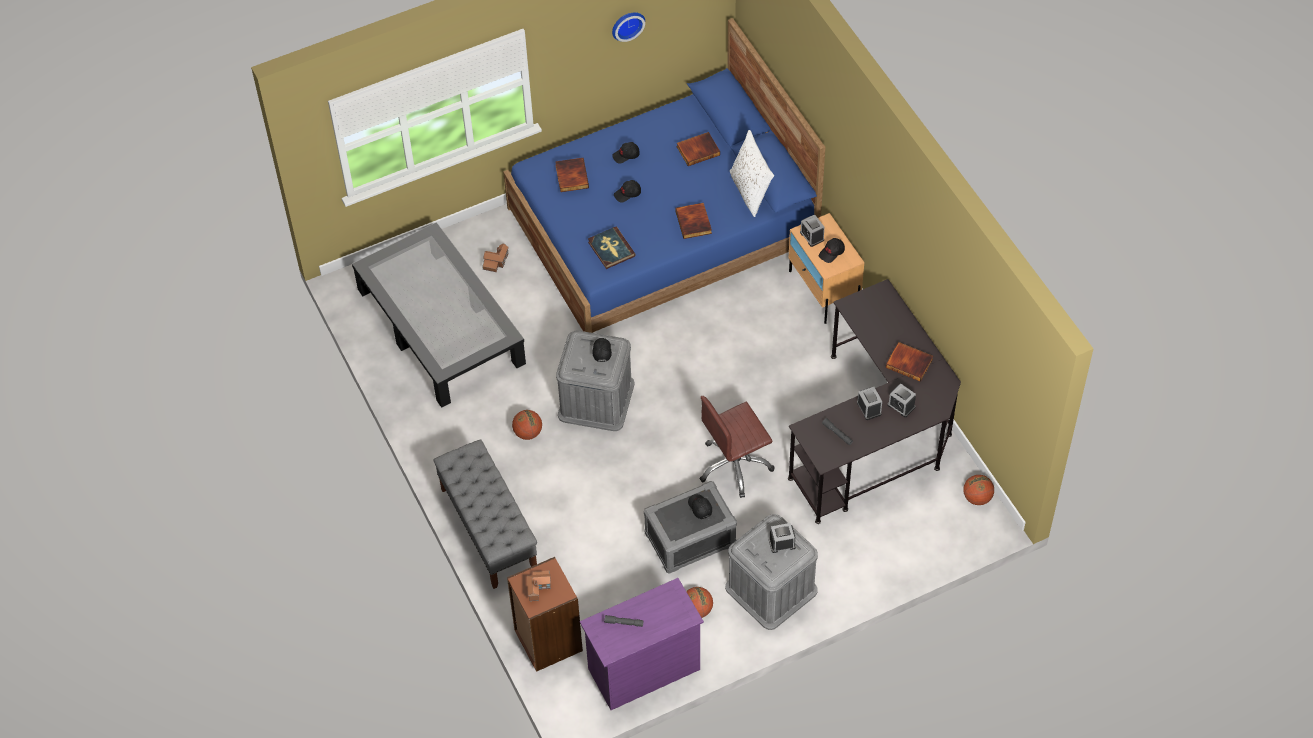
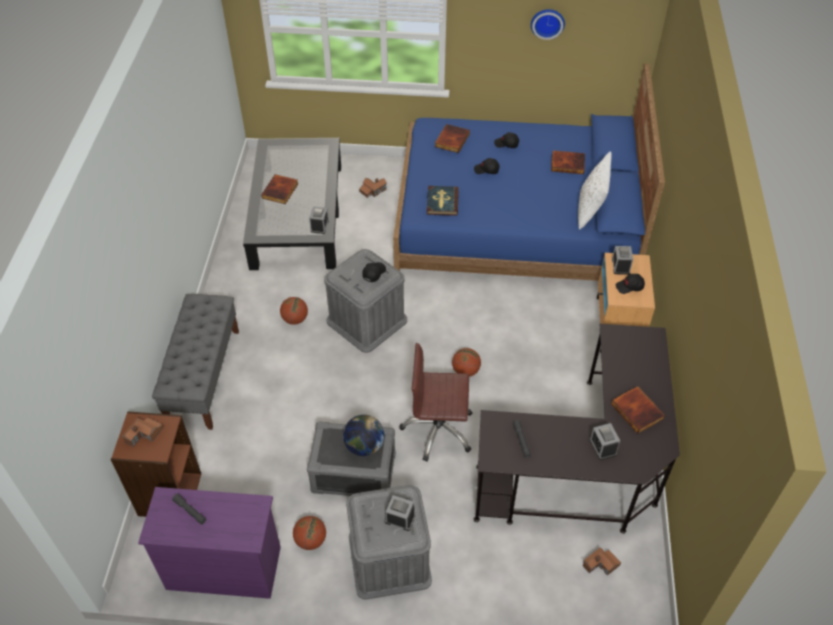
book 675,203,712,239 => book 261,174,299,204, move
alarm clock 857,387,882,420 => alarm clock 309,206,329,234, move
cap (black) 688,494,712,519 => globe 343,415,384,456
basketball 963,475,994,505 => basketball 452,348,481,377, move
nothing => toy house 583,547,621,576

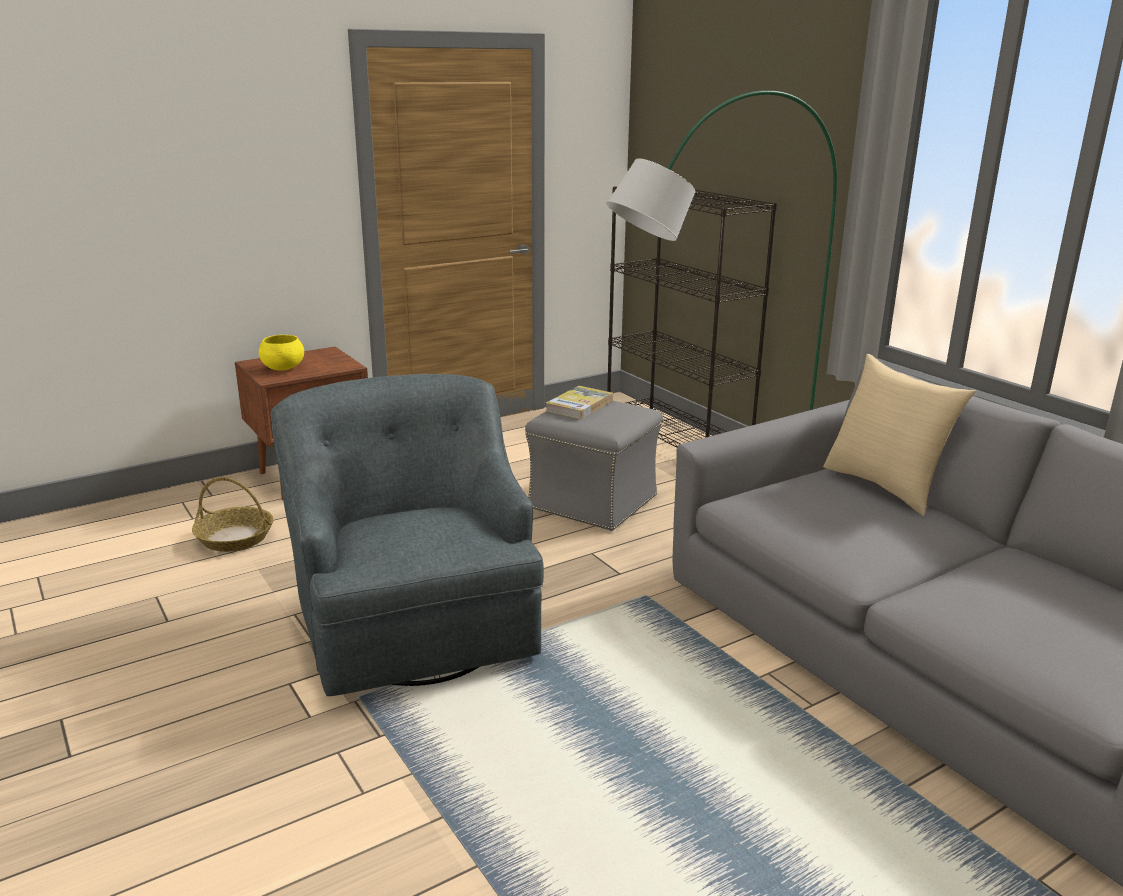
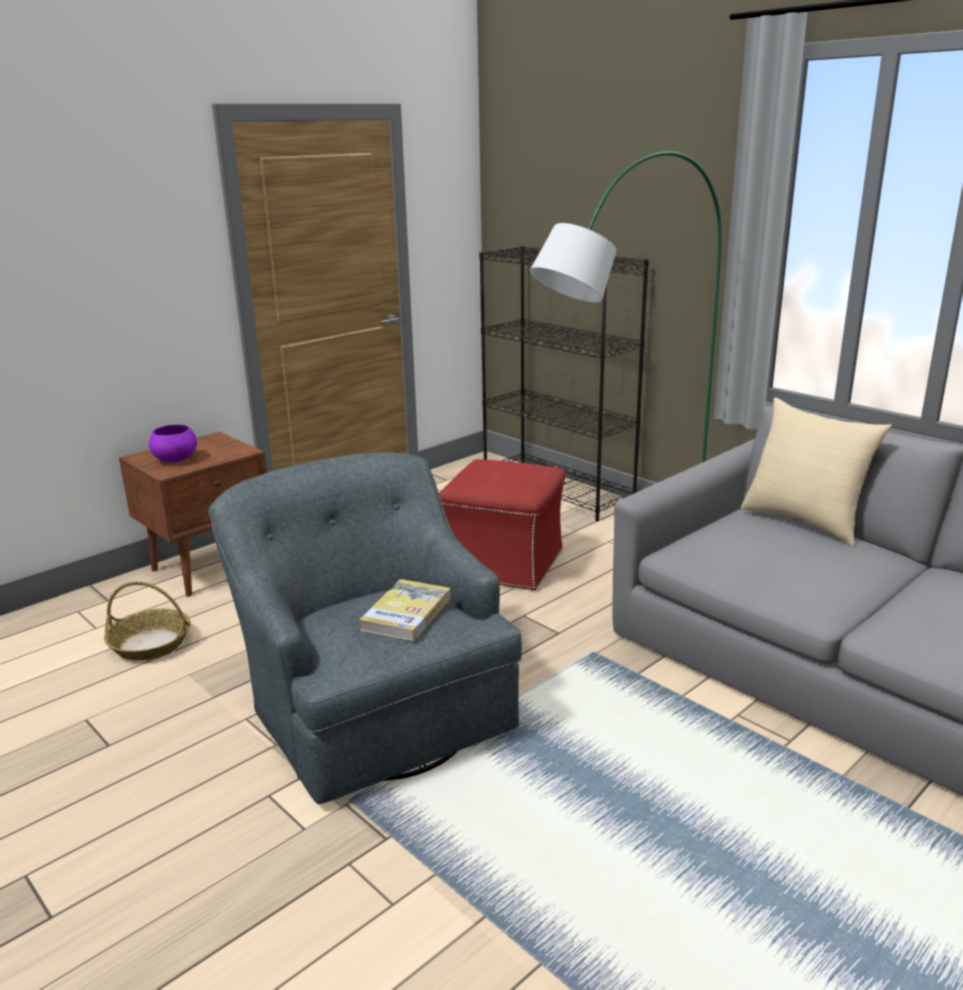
bowl (yellow) 259,335,304,371 => bowl (purple) 149,425,197,463
book 546,386,613,419 => book 360,579,451,641, move
ottoman (grey) 525,401,663,531 => ottoman (red) 439,459,566,591

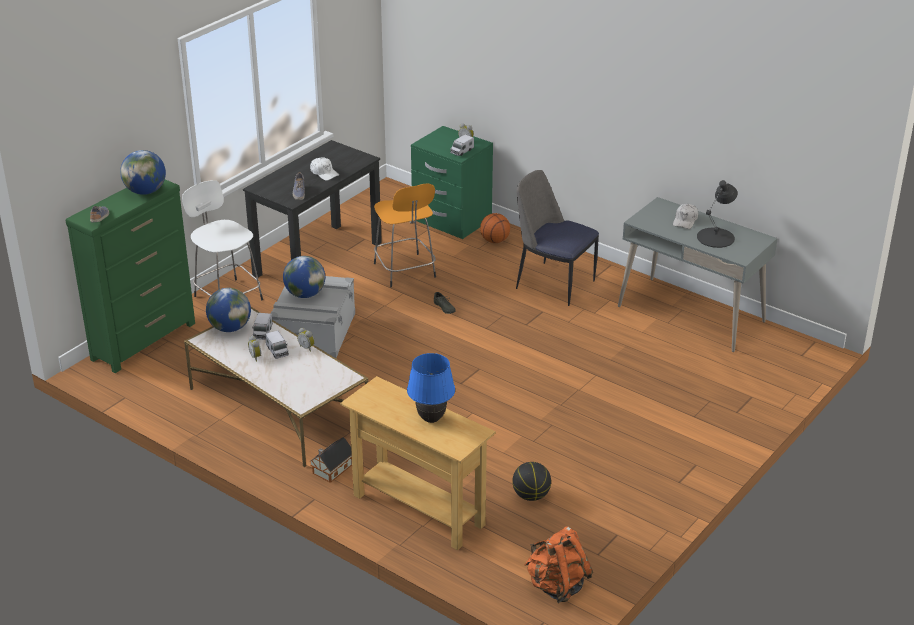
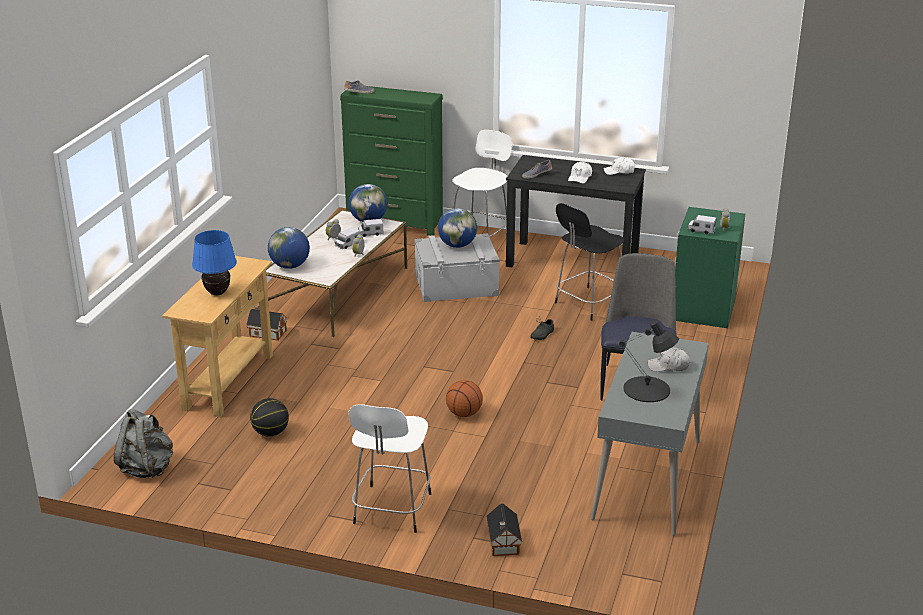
backpack (orange) 525,526,593,603 => backpack (grey) 114,409,173,478
globe 120,150,166,195 => globe 268,227,310,269, move
nothing => stool (white) 349,404,431,533
basketball 480,213,510,243 => basketball 446,380,483,417, move
nothing => toy house 486,504,522,556
stool (orange) 374,183,436,287 => stool (black) 555,203,625,321
nothing => cap (white) 603,157,635,175

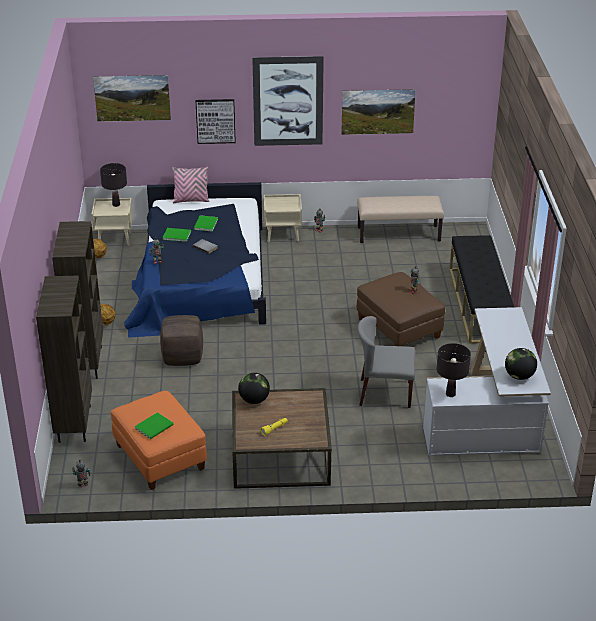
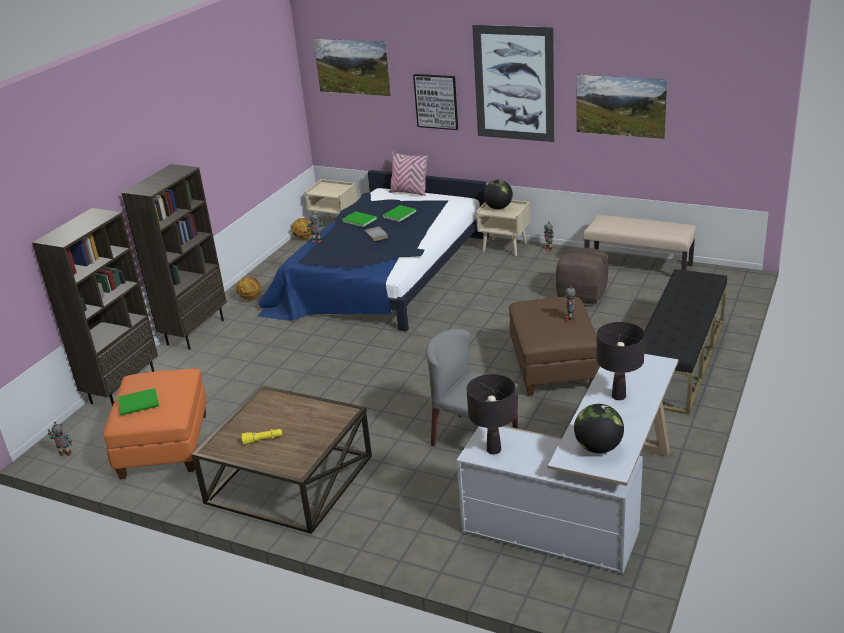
globe 238,373,270,404 => globe 483,180,513,209, move
ottoman (brown) 160,315,203,366 => ottoman (brown) 556,247,608,304, move
table lamp (black) 100,163,127,207 => table lamp (black) 596,322,645,400, move

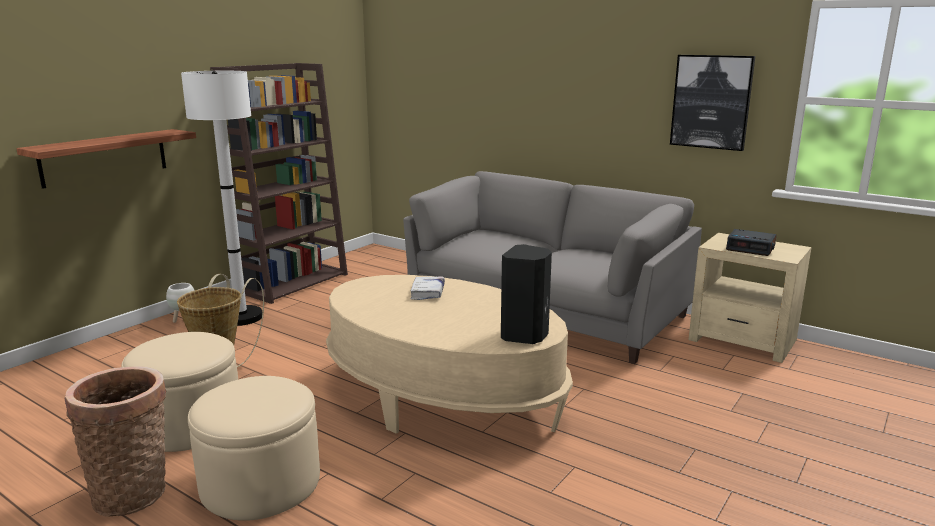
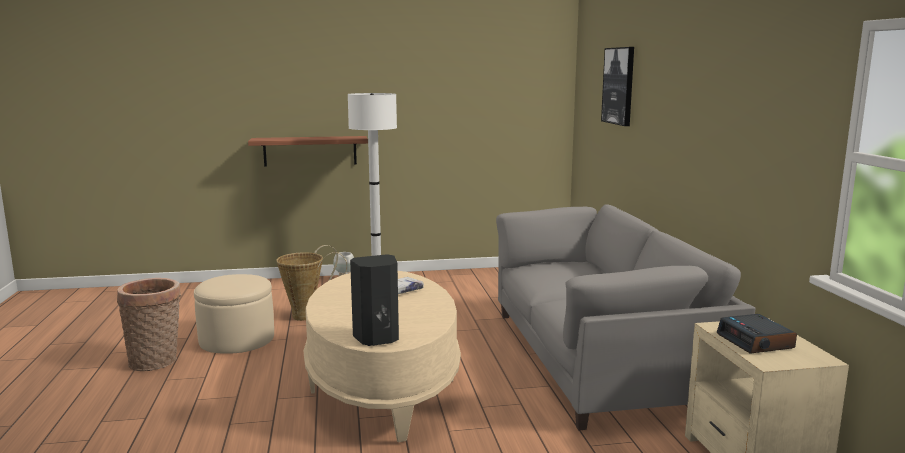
picture 670,55,755,151 => picture 601,47,634,126, move
ottoman (beige) 188,376,320,521 => nothing
bookcase (brown) 210,63,348,304 => nothing

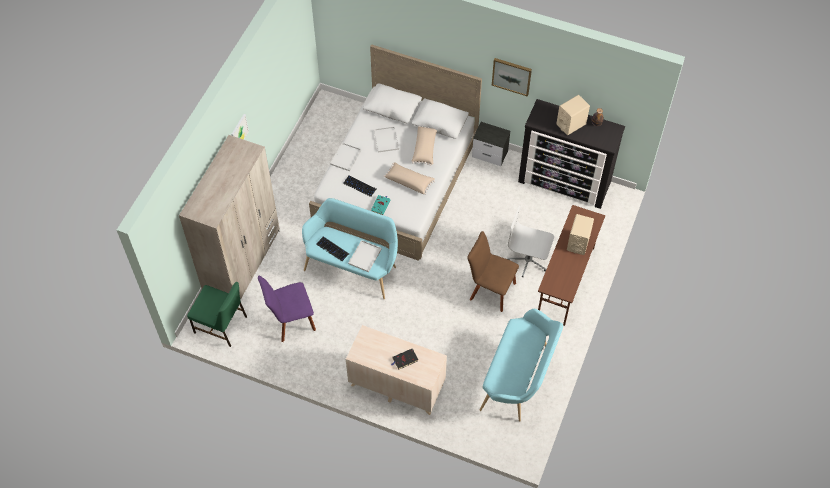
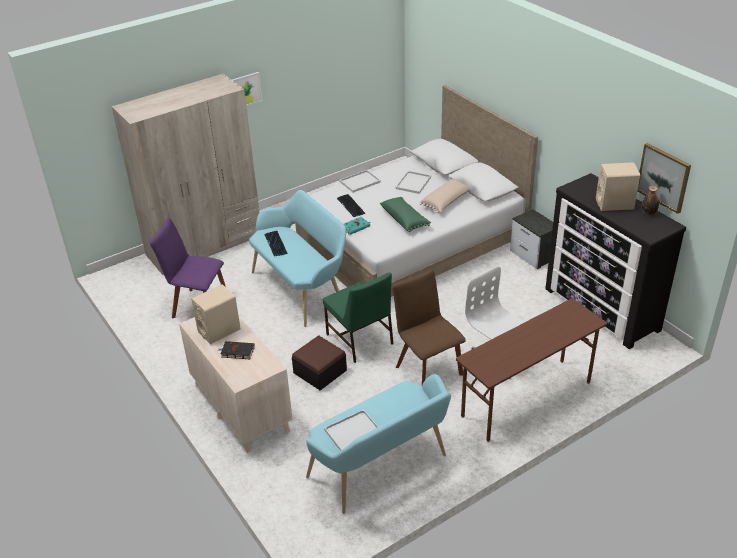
speaker (beige) 567,214,594,255 => speaker (beige) 191,284,241,344, move
nothing => ottoman 292,336,347,390
chair (green) 187,282,247,347 => chair (green) 323,273,393,363, move
tray (white) 348,240,382,272 => tray (white) 324,409,378,451, move
pillow (beige) 383,162,435,195 => pillow (green) 380,197,431,232
picture 492,58,532,97 => picture 637,143,691,214, move

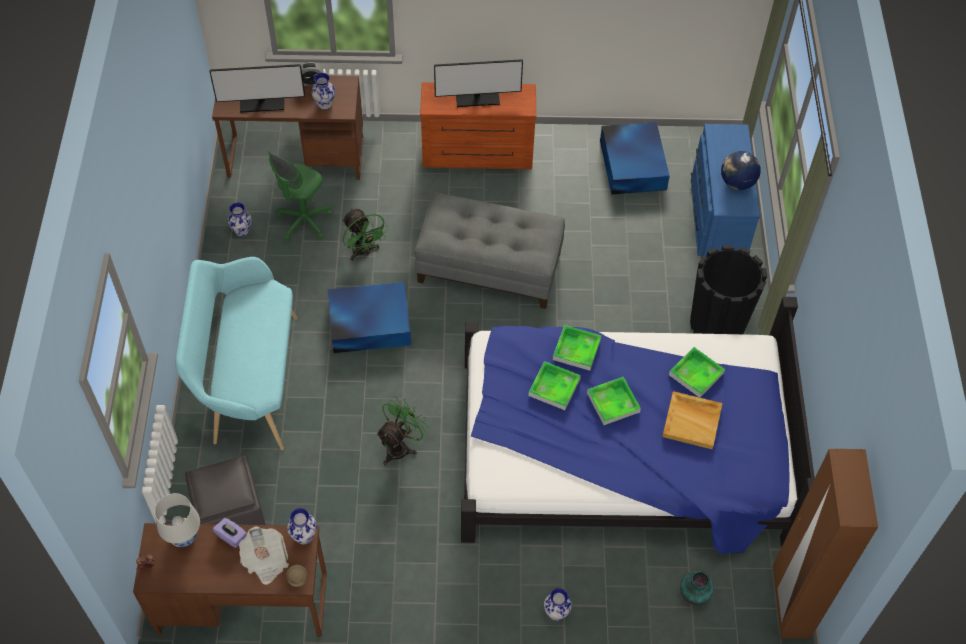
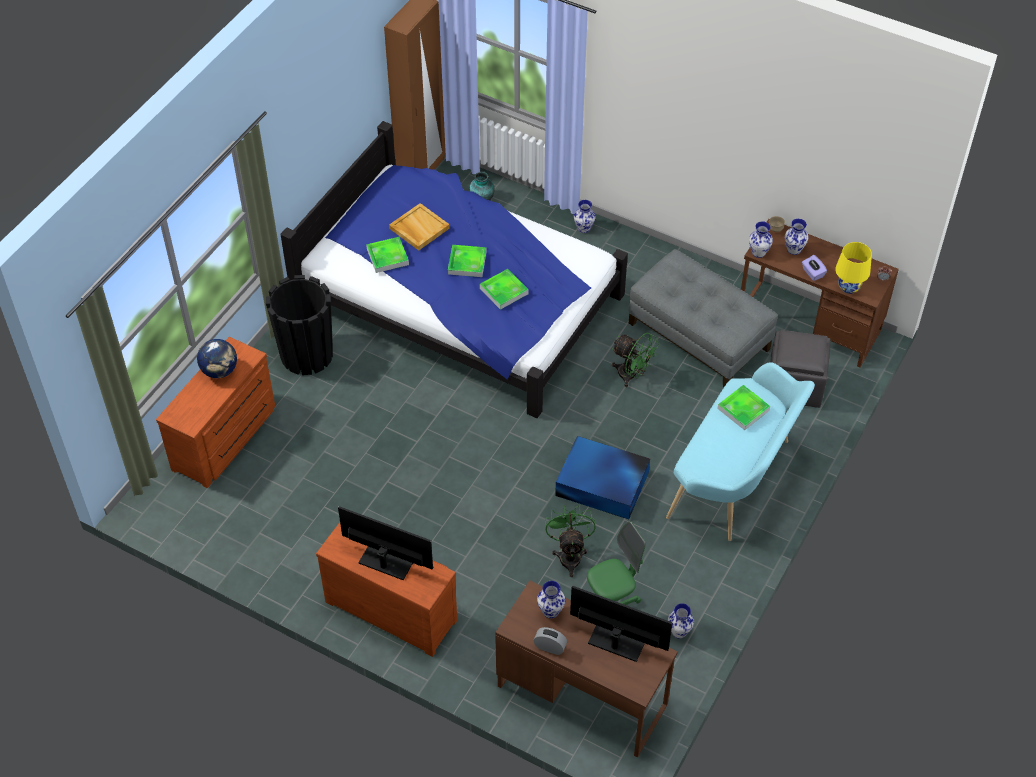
dresser (blue) 691,124,760,258 => dresser (brown) 156,337,275,488
fan (green) 376,396,429,466 => fan (green) 612,333,659,387, 120 degrees counterclockwise
ottoman (grey) 415,192,565,309 => ottoman (grey) 628,249,778,387, move
tray 553,325,602,371 => tray 718,385,770,430, move
newspaper 239,526,289,585 => vase 785,219,809,255
table lamp (white) 154,493,200,547 => table lamp (yellow) 835,242,872,294
storage box (blue) 600,122,670,195 => nothing

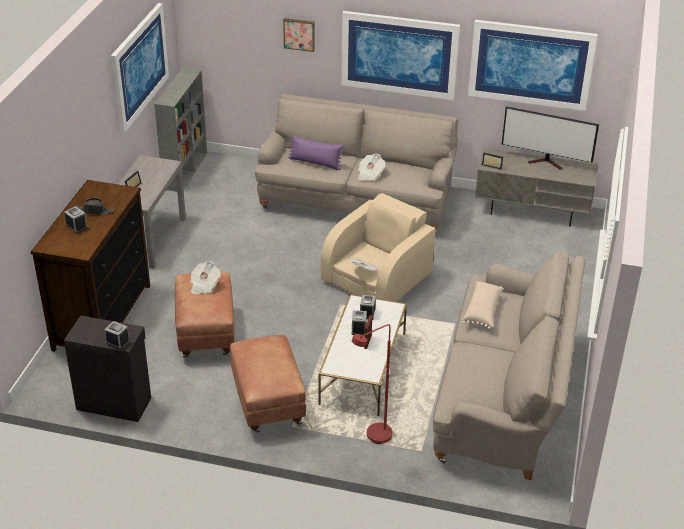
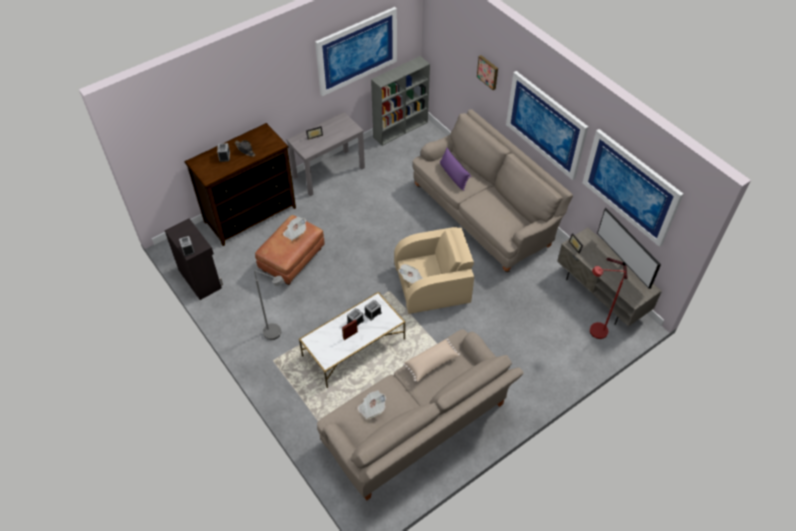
ottoman (brown) 230,335,306,433 => floor lamp (grey) 254,270,284,340
newspaper 358,154,386,181 => newspaper 357,390,386,420, move
floor lamp (red) 352,324,393,444 => floor lamp (red) 590,266,626,339, move

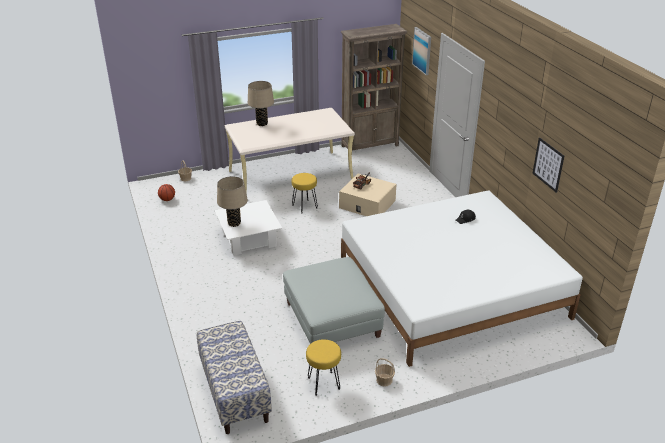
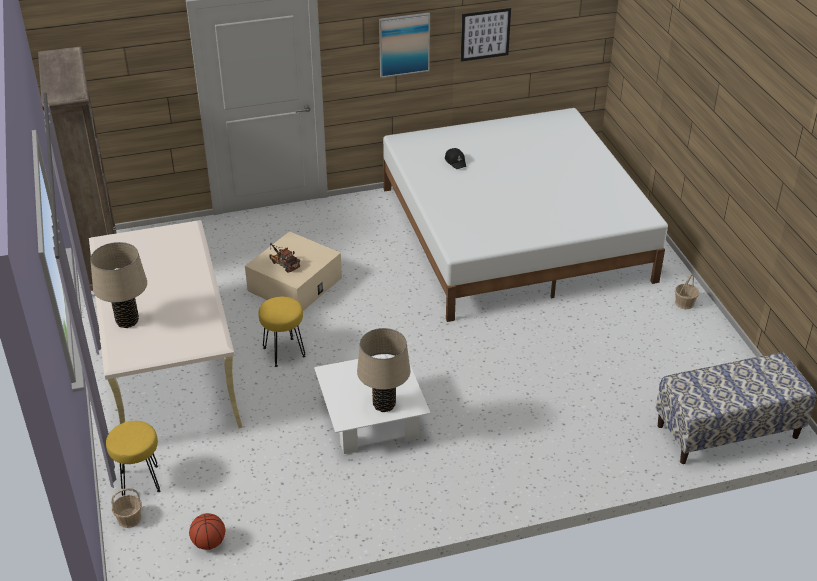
stool (yellow) 306,339,341,396 => stool (yellow) 106,421,161,496, move
picture 412,27,431,75 => picture 379,13,430,78, move
ottoman (grey) 283,257,385,344 => nothing

